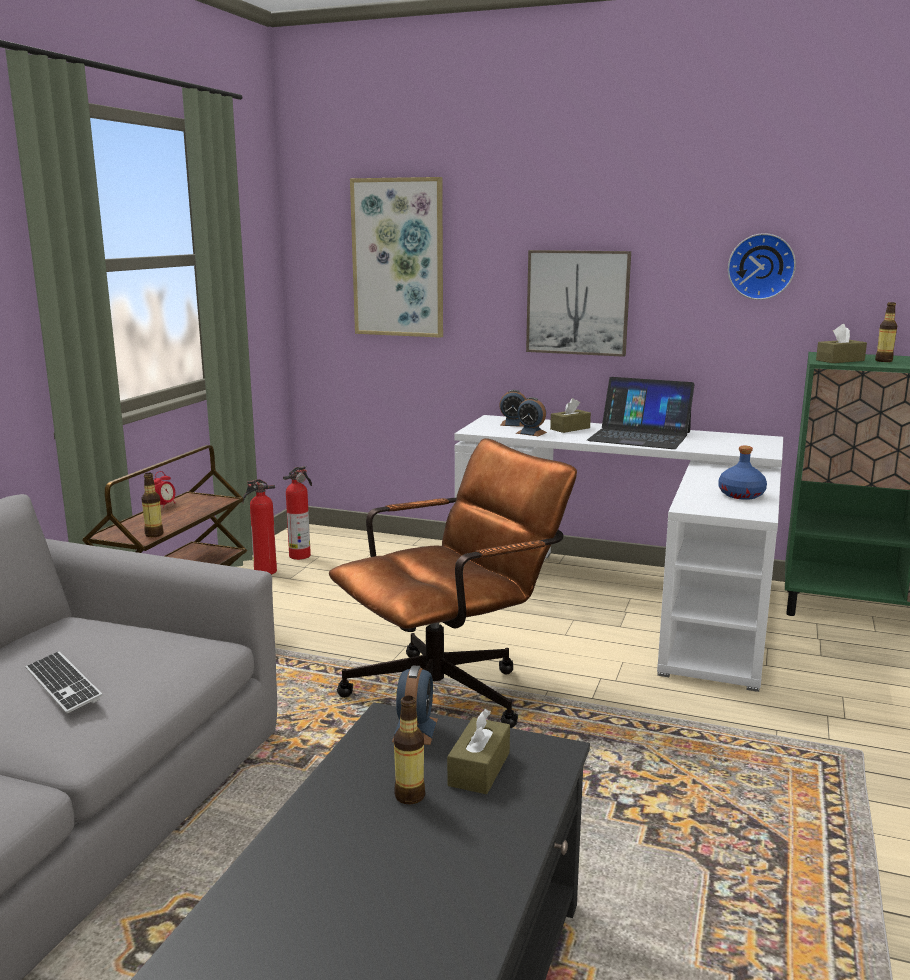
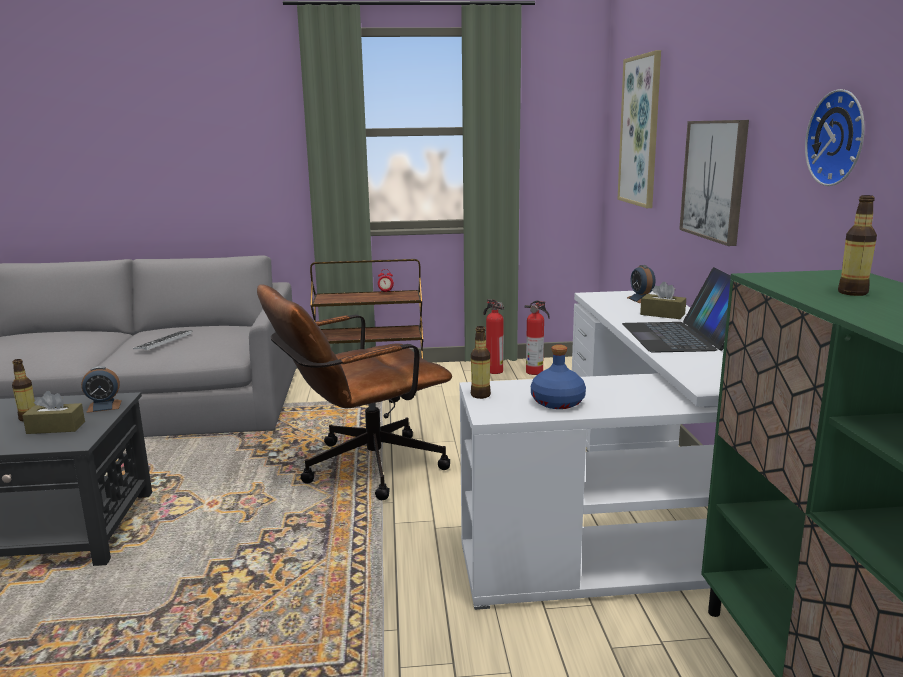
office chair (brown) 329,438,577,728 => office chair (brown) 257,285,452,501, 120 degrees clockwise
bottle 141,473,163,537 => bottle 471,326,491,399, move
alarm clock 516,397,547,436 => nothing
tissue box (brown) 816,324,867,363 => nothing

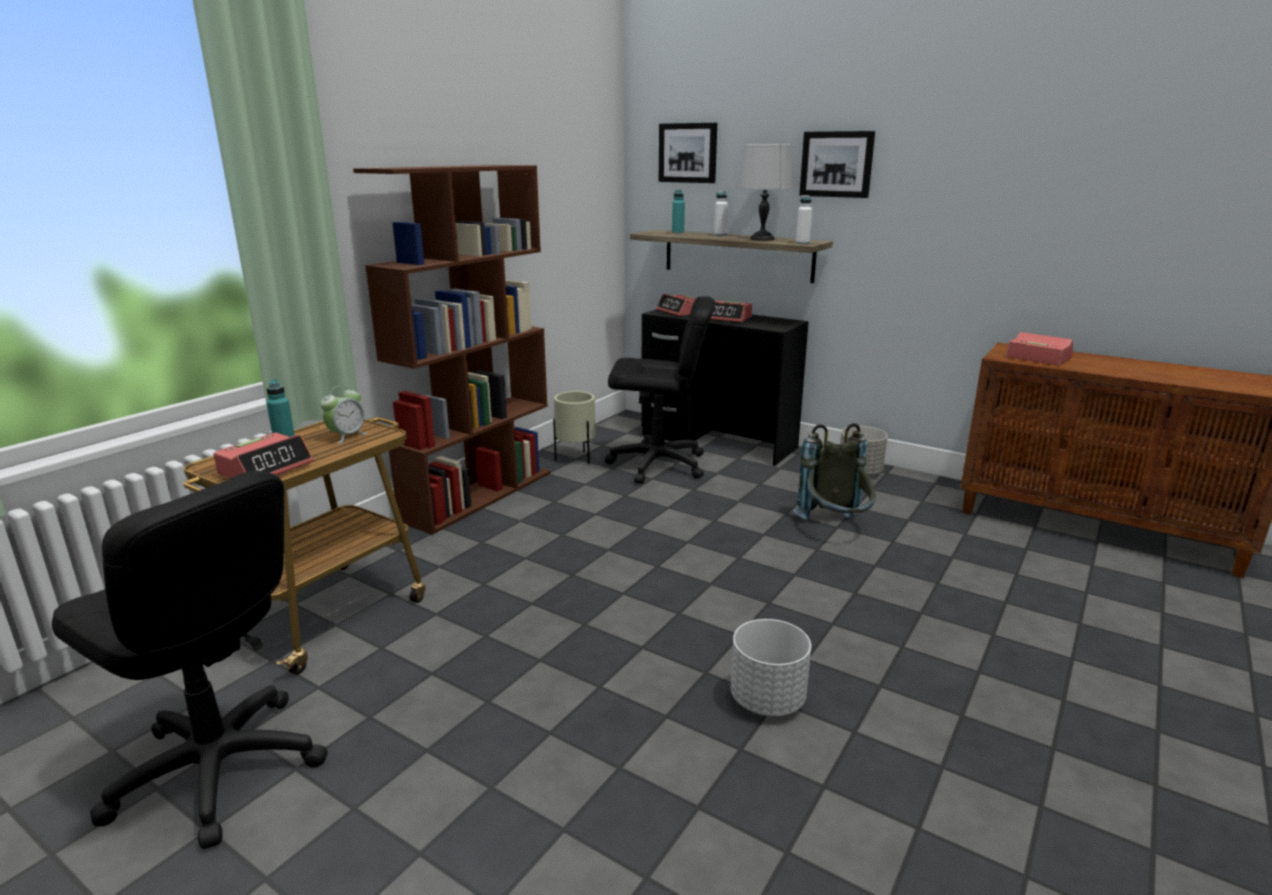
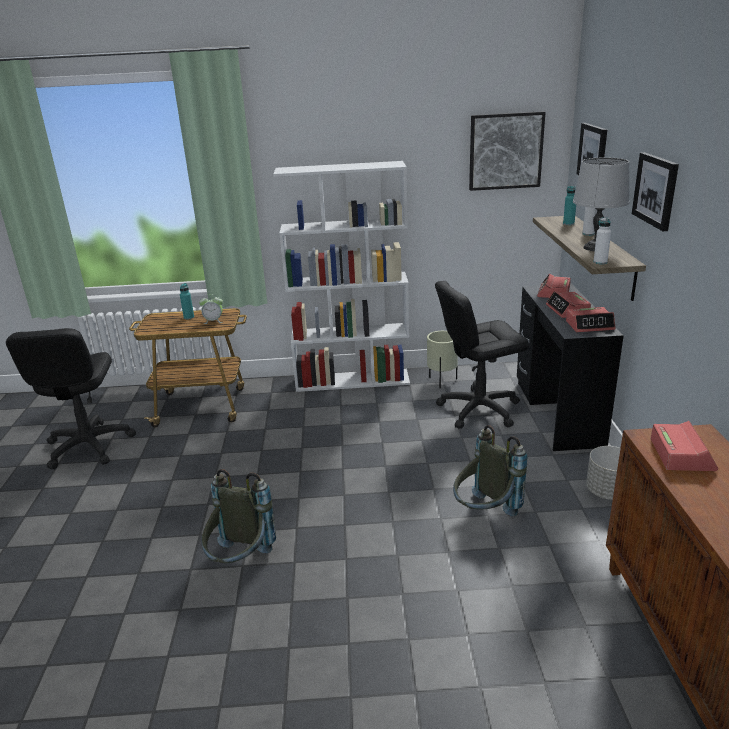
planter (white) 731,619,811,716 => backpack (grey) 202,469,276,563
bookcase (brown) 353,165,550,535 => bookcase (white) 273,161,410,392
office chair (black) 605,296,715,484 => office chair (black) 435,281,529,429, 105 degrees clockwise
nothing => picture 469,111,546,191
alarm clock 213,432,313,478 => alarm clock 566,307,616,332, move

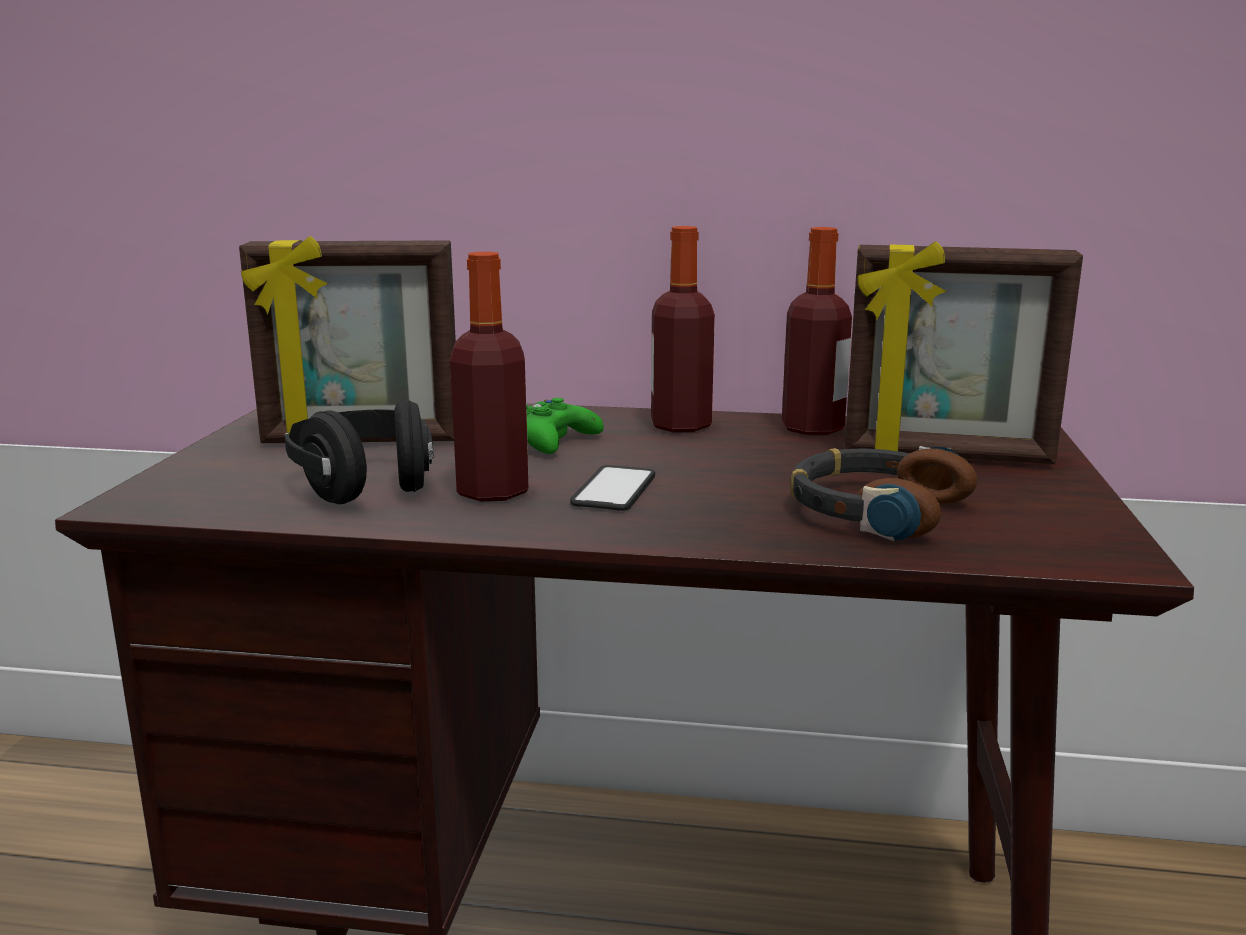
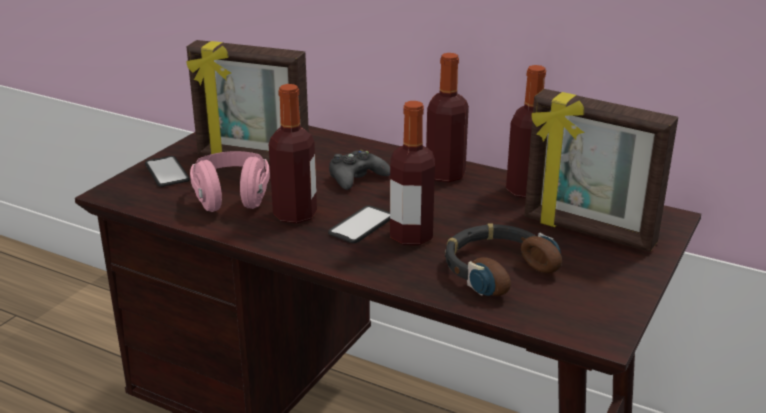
nothing => phone 145,156,190,187
headphones (black) 285,400,434,504 => headphones (pink) 190,151,270,212
game controller (green) 526,398,604,454 => game controller (black) 329,149,390,190
nothing => bottle 390,101,435,245

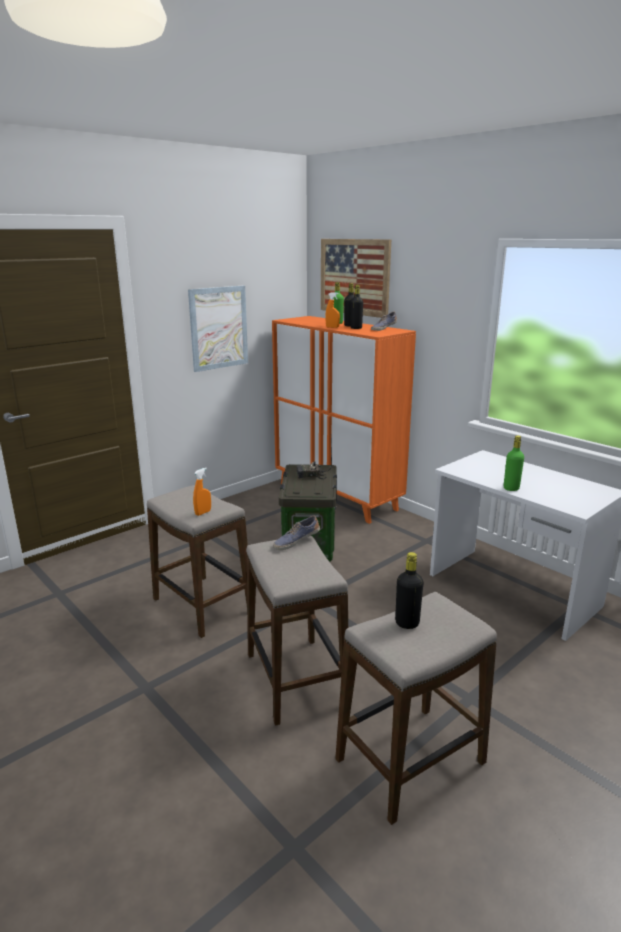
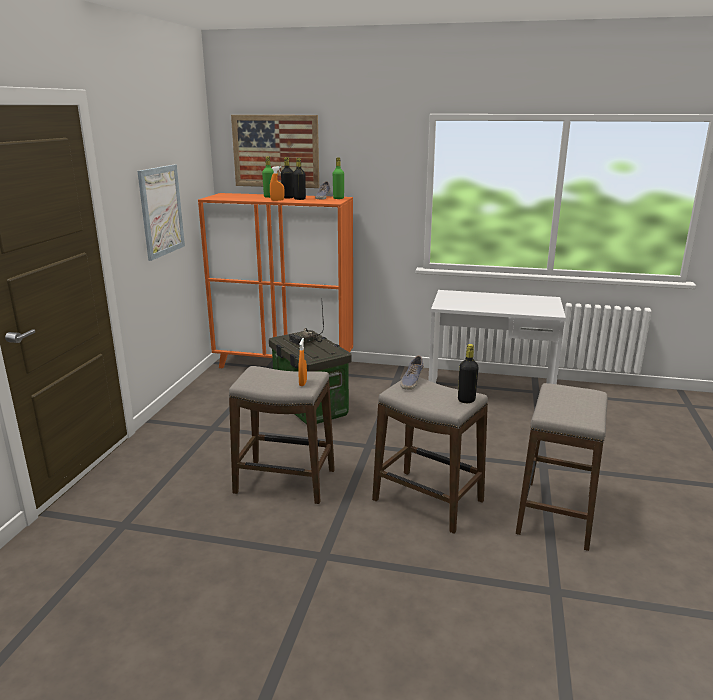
bottle (green) 504,436,524,491 => bottle (green) 333,157,344,199, move
bottle (black) 395,552,424,629 => bottle (black) 458,344,479,403, move

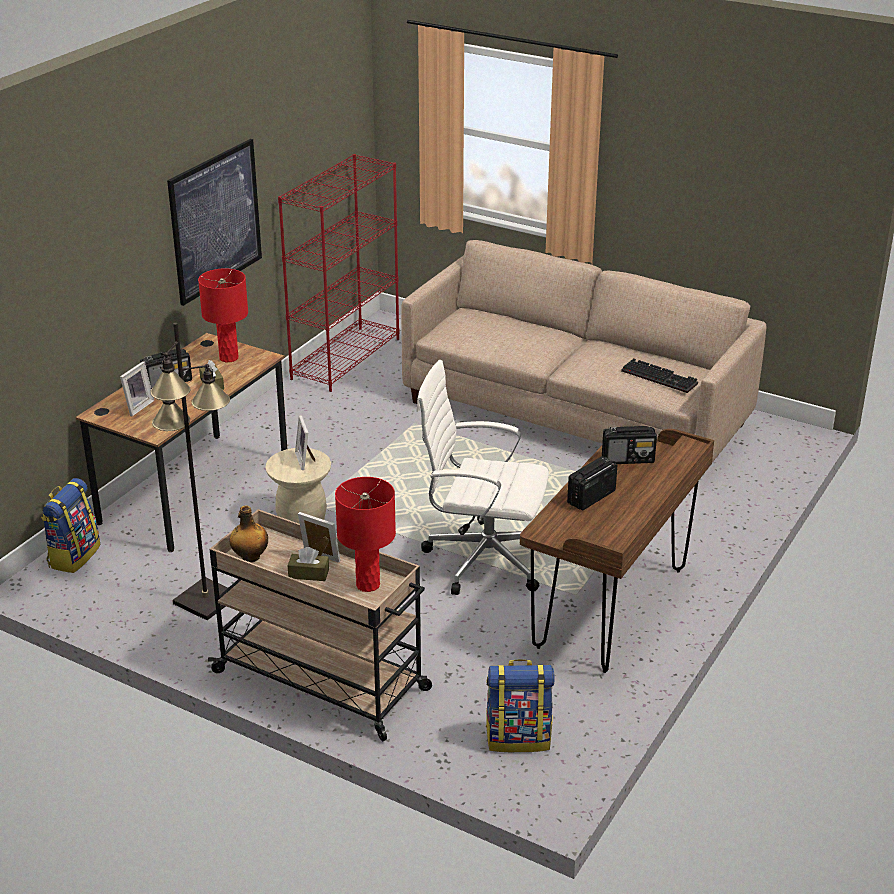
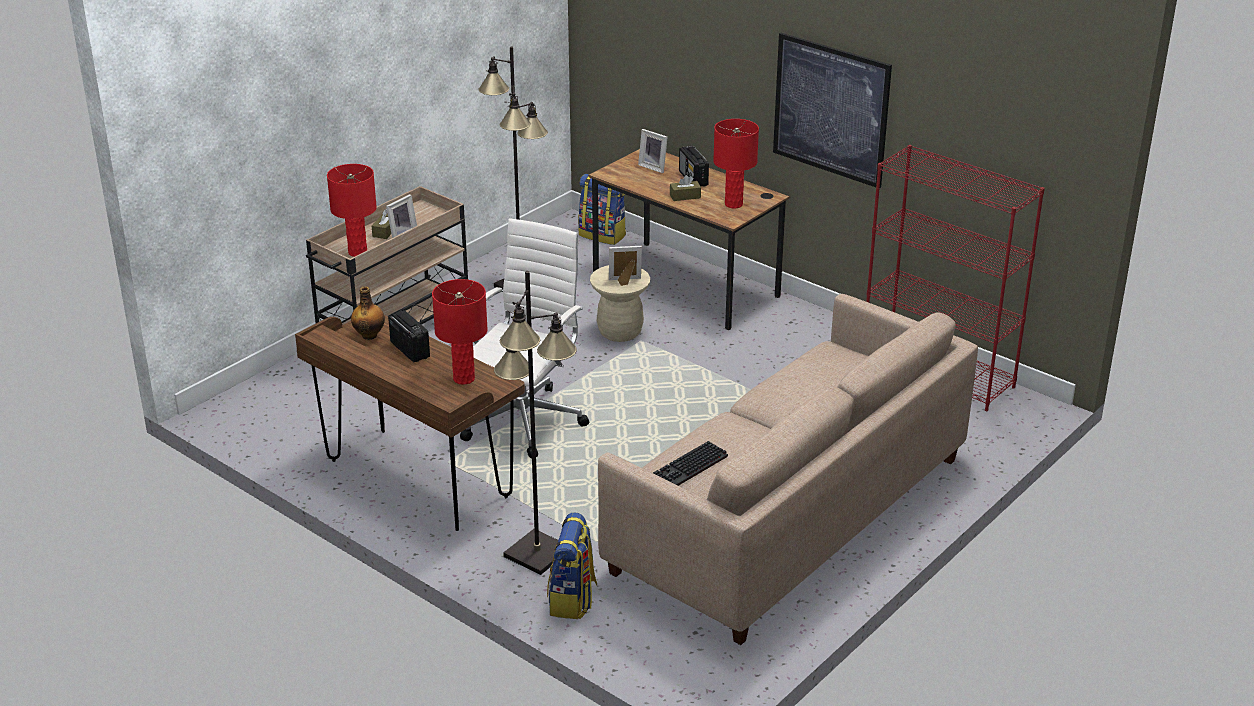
bottle 230,505,268,562 => bottle 351,286,385,340, move
radio 602,426,657,464 => table lamp (red) 432,279,488,385
nothing => floor lamp (black) 494,271,577,575
backpack 486,659,555,752 => backpack 547,512,597,619, move

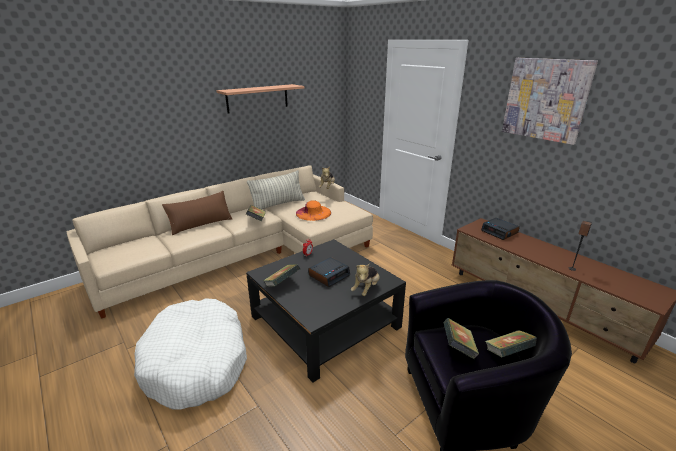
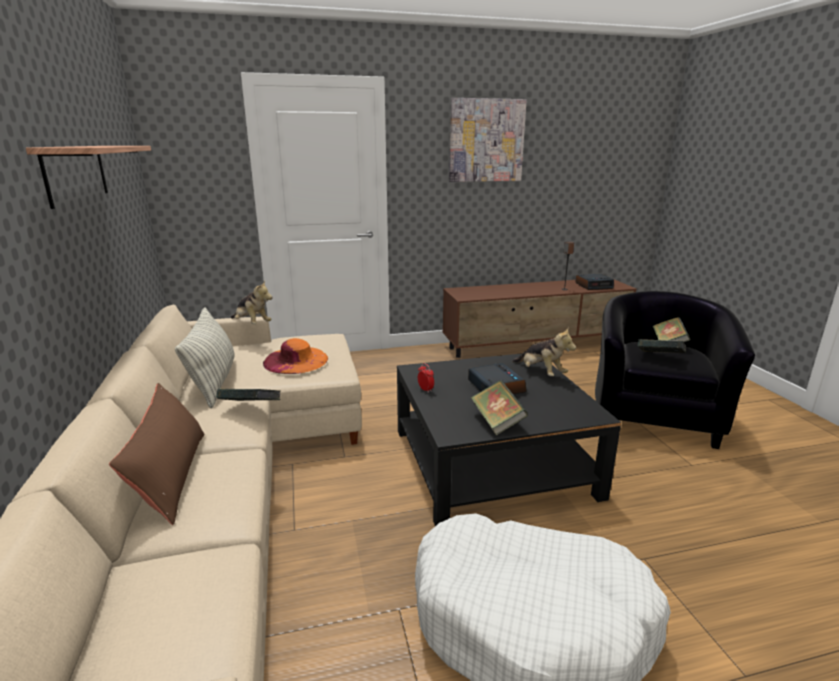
alarm clock 481,218,520,240 => alarm clock 575,274,614,290, move

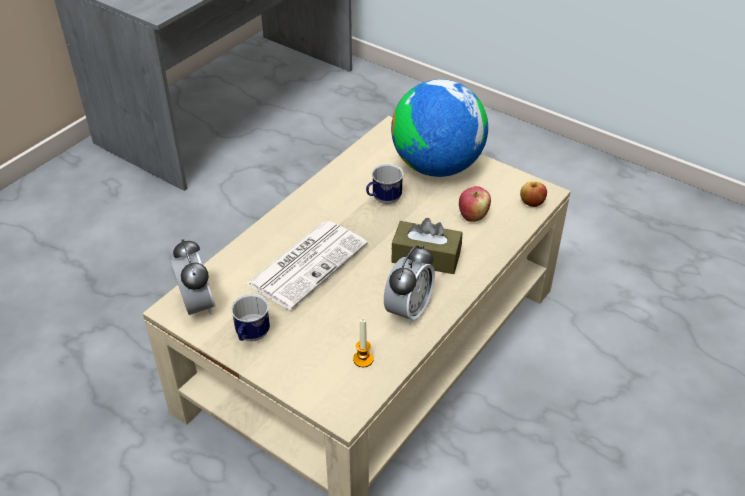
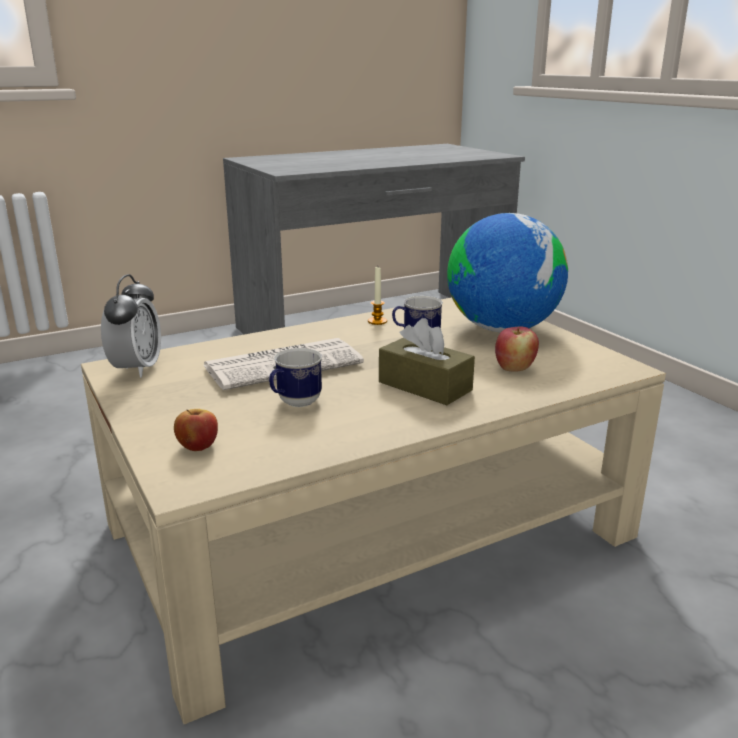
apple 520,181,547,207 => apple 174,409,218,451, move
mug 231,294,270,342 => mug 269,348,322,407, move
candle 353,319,374,367 => candle 368,267,387,325, move
alarm clock 384,245,435,326 => nothing

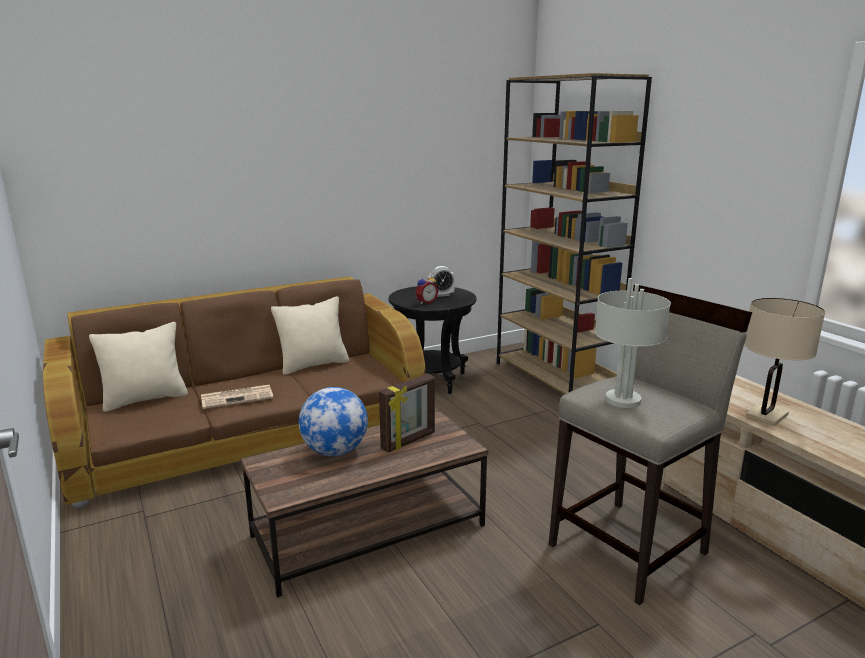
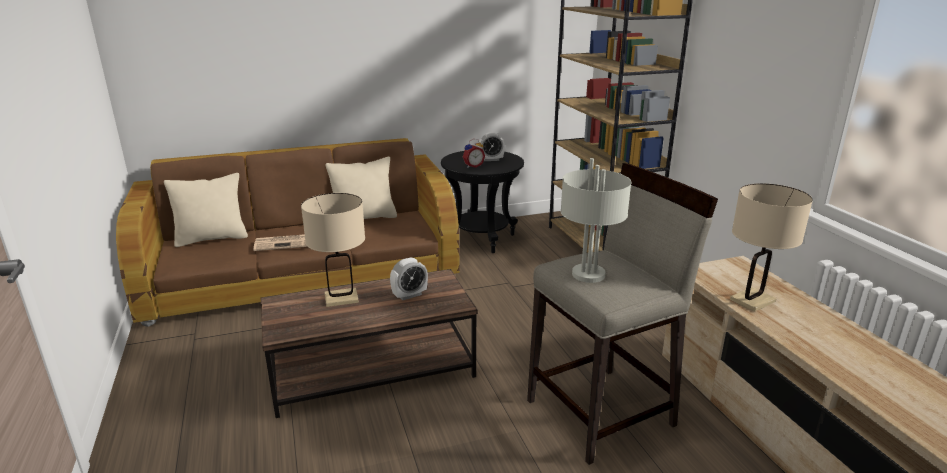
globe 299,387,368,456 => table lamp (beige) 301,193,365,307
picture frame 379,374,435,453 => alarm clock 390,258,428,300

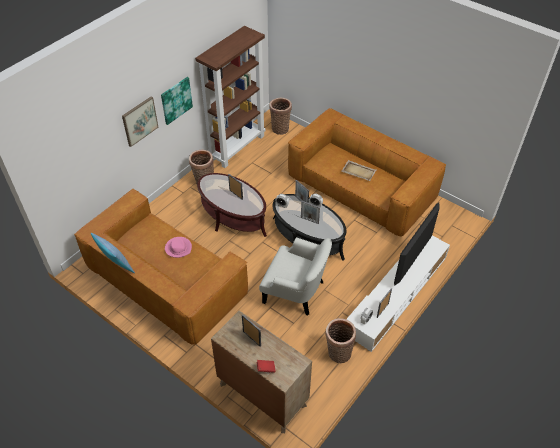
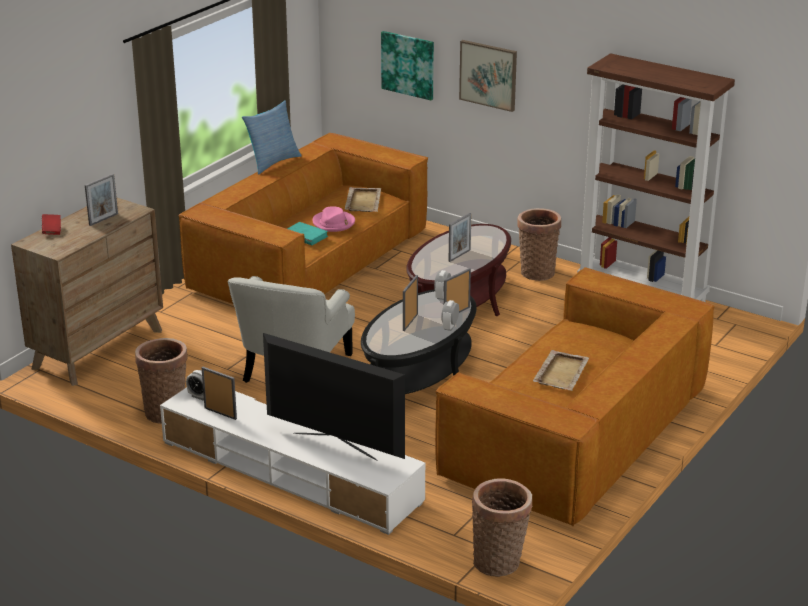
nothing => book (turquoise) 287,222,328,245
nothing => tray (beige) 345,187,381,212
picture 161,77,193,125 => picture 381,31,434,100, move
basket 269,98,292,135 => basket 472,478,533,577, move

